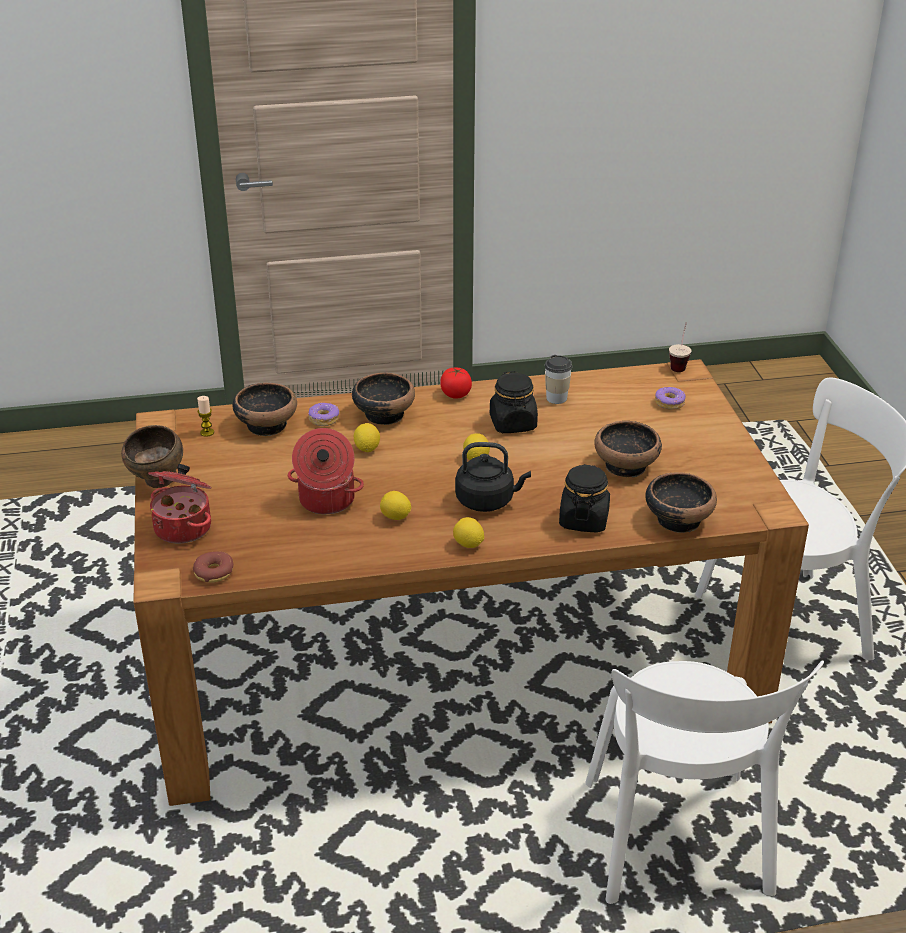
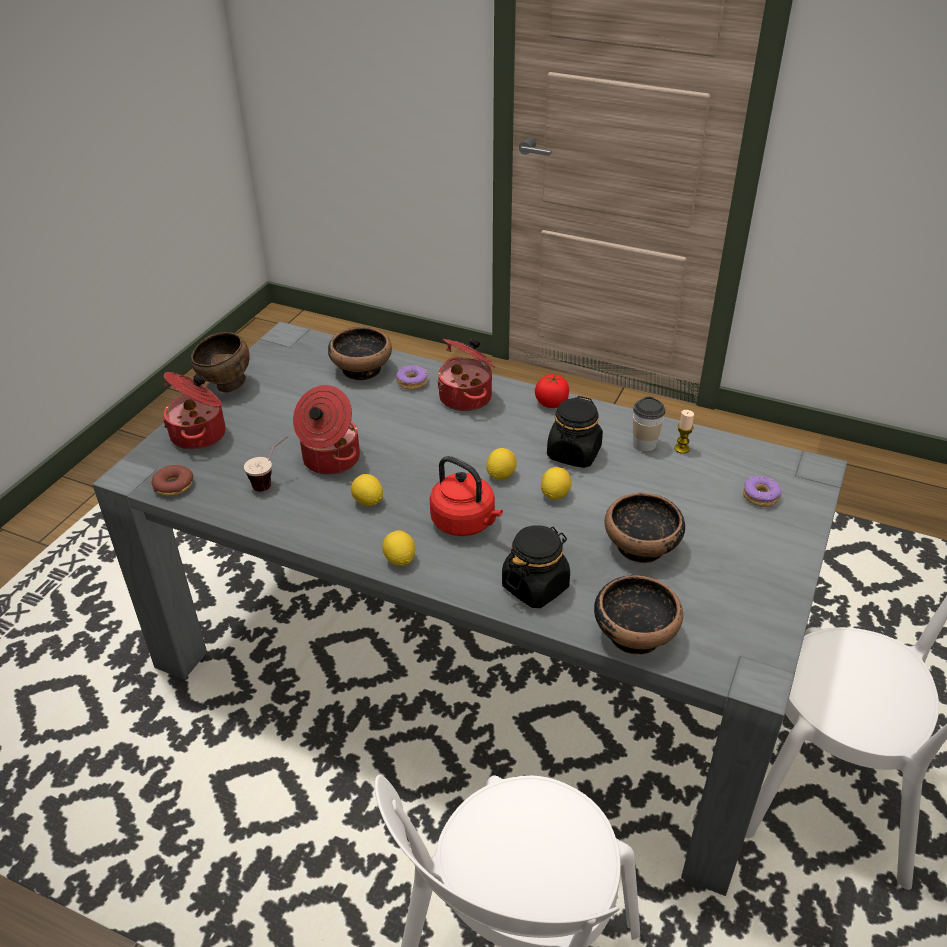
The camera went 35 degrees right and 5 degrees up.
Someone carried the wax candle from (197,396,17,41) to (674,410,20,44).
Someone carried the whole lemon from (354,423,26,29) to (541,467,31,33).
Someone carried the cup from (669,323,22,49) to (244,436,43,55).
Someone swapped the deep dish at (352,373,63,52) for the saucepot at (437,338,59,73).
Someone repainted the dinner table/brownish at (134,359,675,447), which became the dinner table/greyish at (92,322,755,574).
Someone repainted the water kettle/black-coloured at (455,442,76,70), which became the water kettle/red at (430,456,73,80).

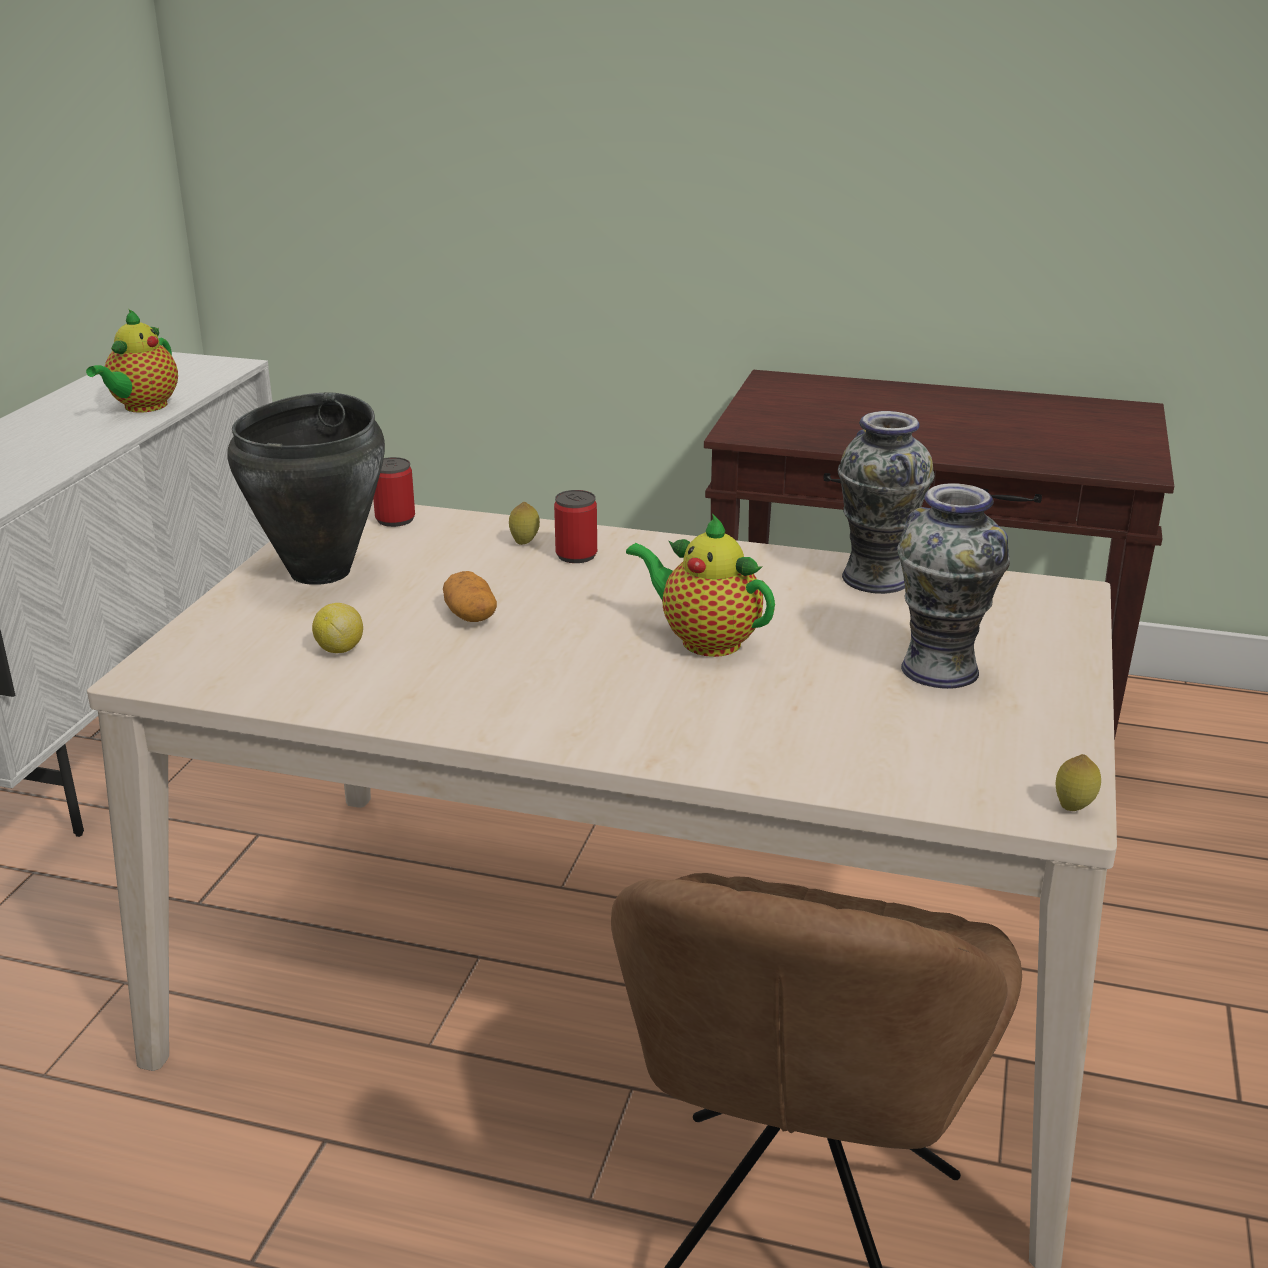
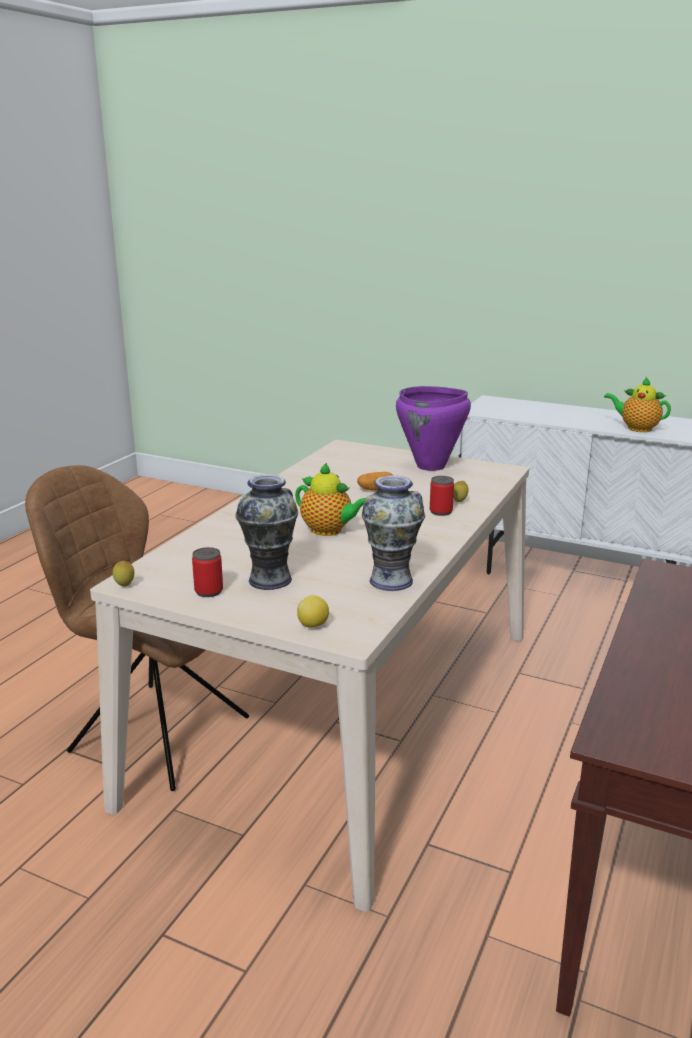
The camera went 100 degrees right and 5 degrees down.
Someone carried the whole lemon from (312,603,51,50) to (297,595,32,33).
Someone carried the can from (373,457,42,70) to (192,547,31,50).
Someone repainted the saucepot/black-coloured at (227,392,158,193), which became the saucepot/purplish at (396,386,75,85).
Someone rotated the teapot at (626,513,149,144) by 75 degrees clockwise.

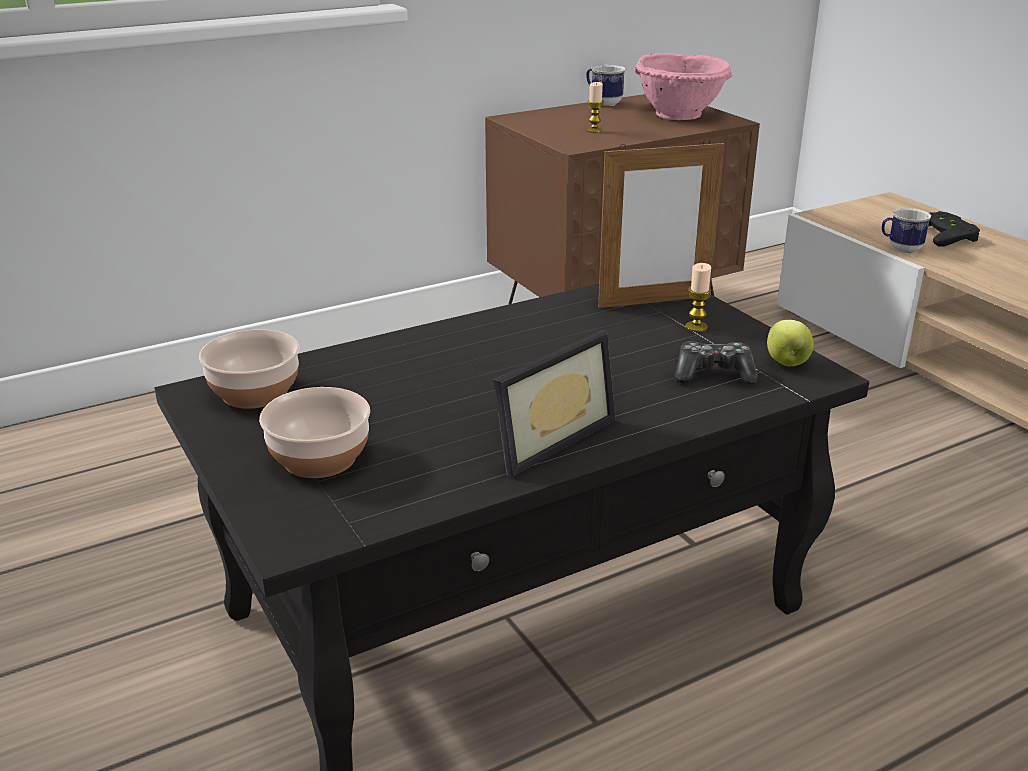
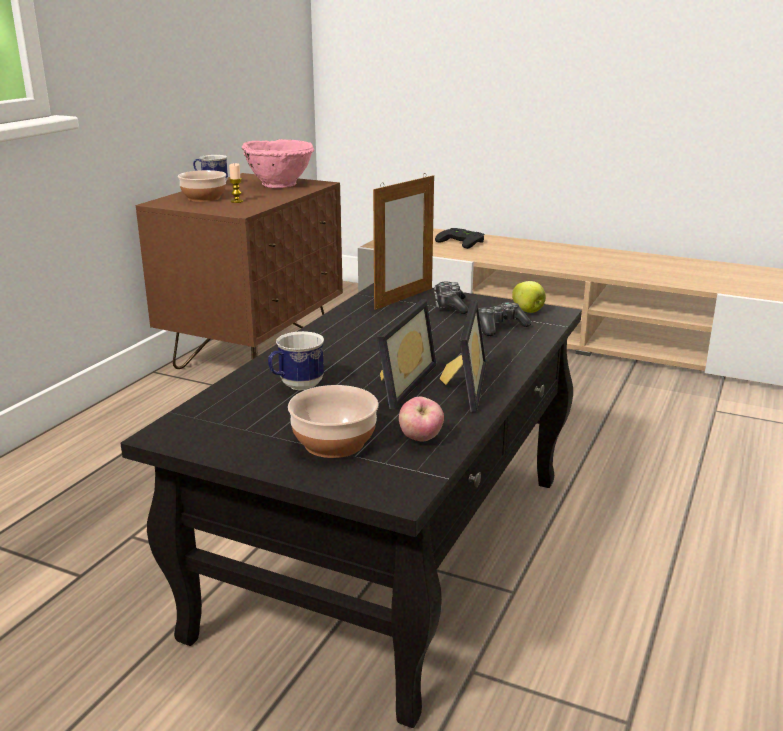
The camera went 35 degrees left and 5 degrees down.
Someone put down the picture frame at (377,299,60,110).
Someone put down the apple at (399,397,45,45).
Someone carried the deep dish from (199,329,100,80) to (178,170,48,32).
Someone carried the coffee mug from (882,208,49,45) to (268,331,56,59).
Someone swapped the wax candle at (685,263,26,69) for the joypad at (434,282,35,32).

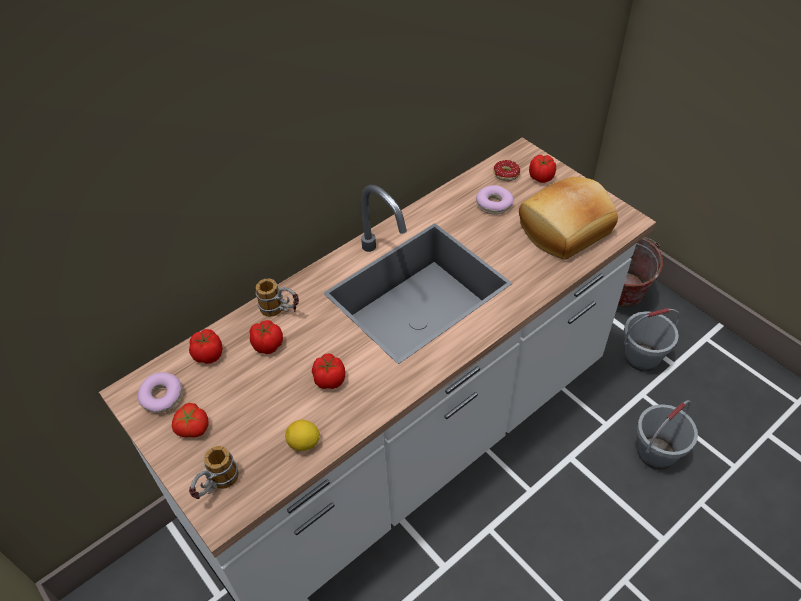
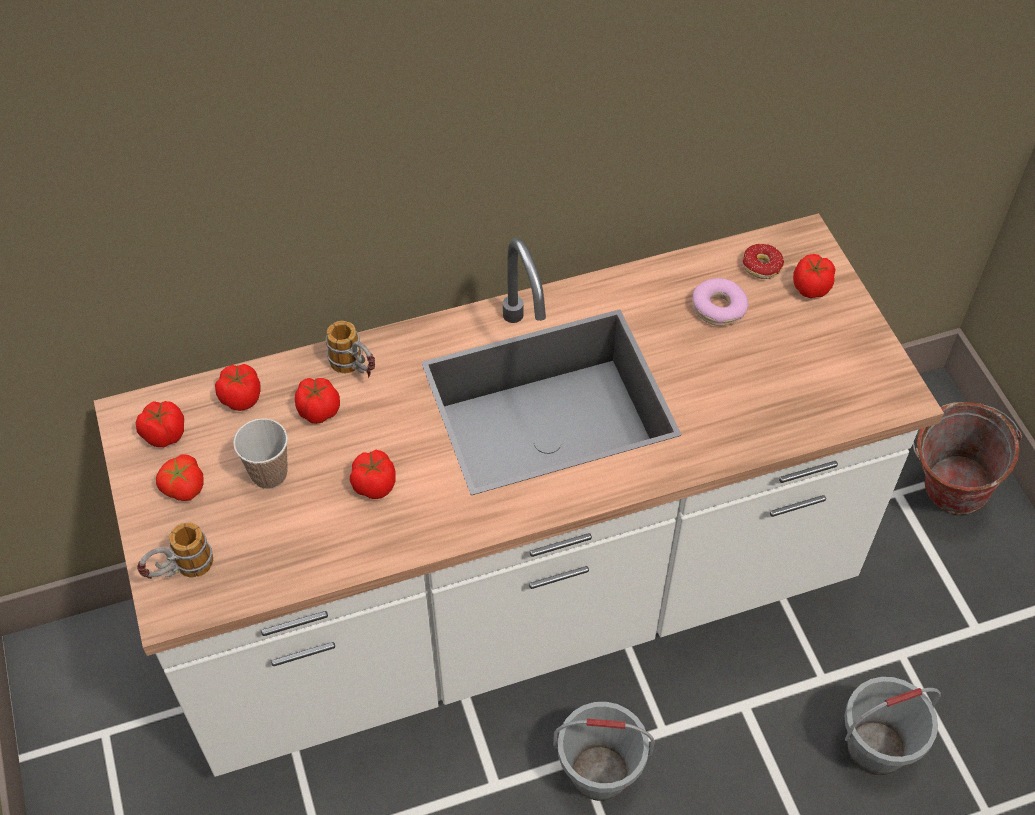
The camera went 20 degrees right and 5 degrees up.
Someone took away the whole lemon at (285,420,35,31).
Someone took away the bakery bread at (519,177,99,83).
Someone put down the cup at (233,418,55,71).
Someone carried the bucket/greyish from (624,308,56,63) to (553,702,102,99).
Someone swapped the ring doughnut at (138,372,45,41) for the fresh tomato at (136,401,48,46).

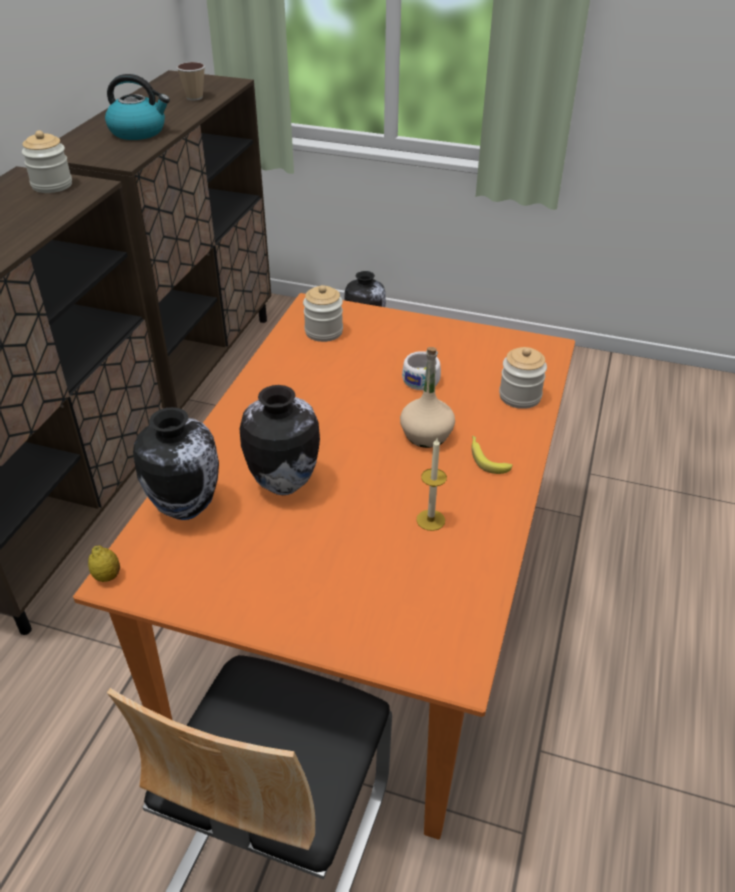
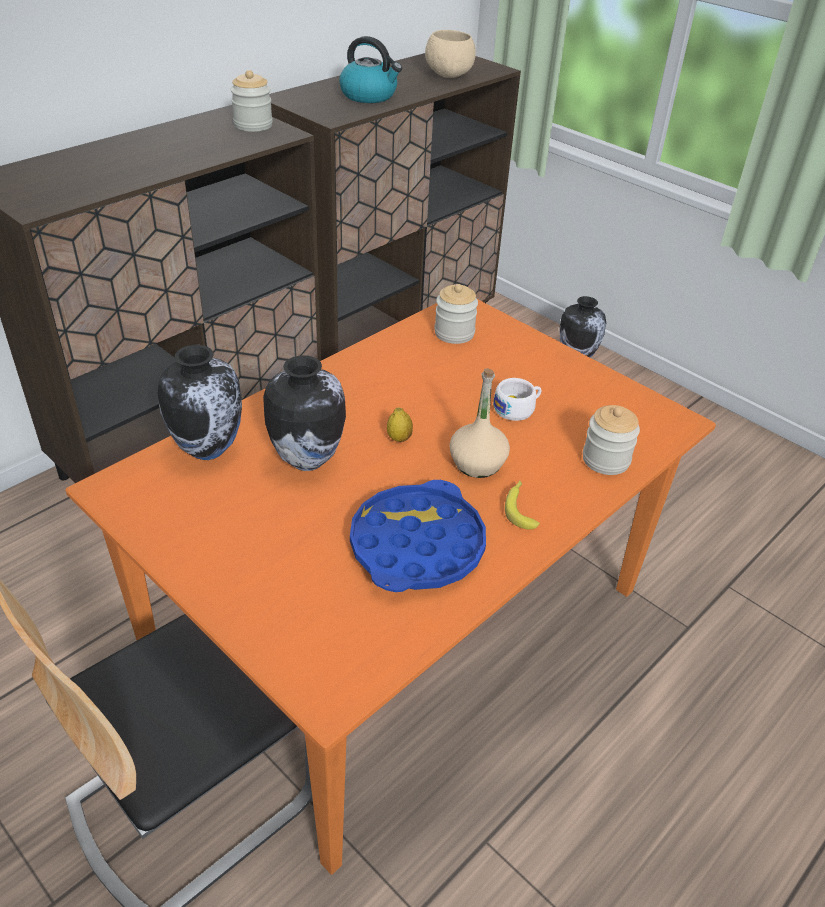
The camera went 25 degrees right and 0 degrees up.
Someone carried the whole lemon from (88,546,32,36) to (387,407,26,35).
Someone swapped the cup at (177,62,28,39) for the deep dish/beige at (425,30,51,48).
Someone swapped the wax candle at (416,438,31,93) for the serving tray/blue at (350,480,136,112).

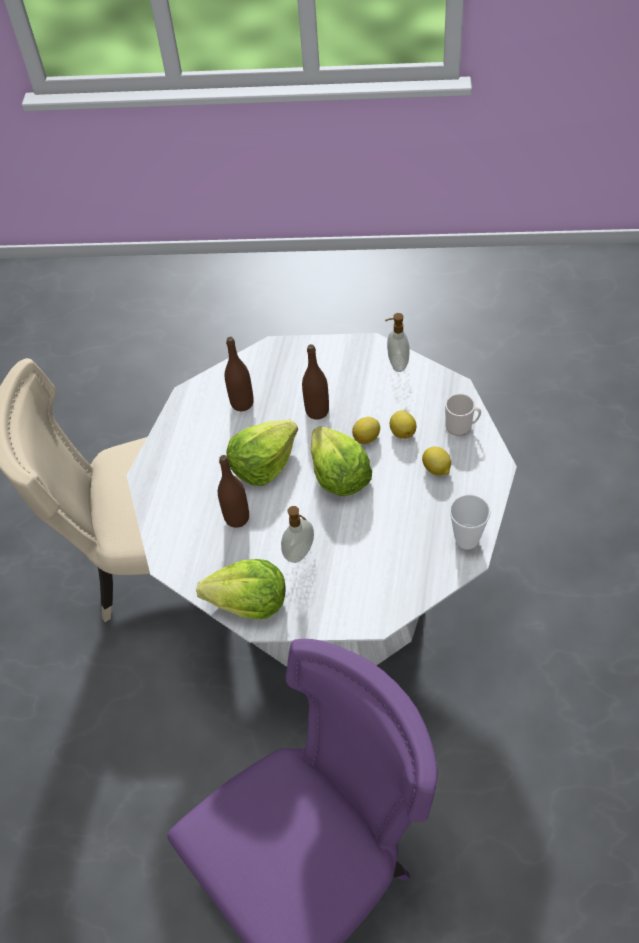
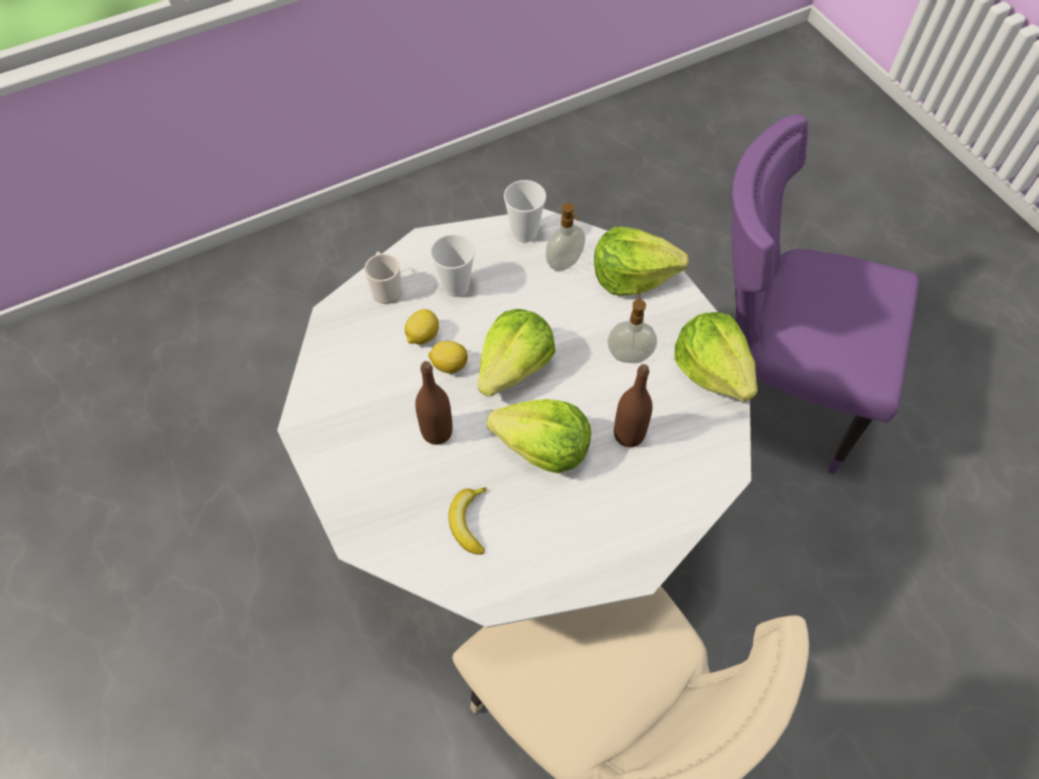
The camera went 125 degrees left and 5 degrees up.
Someone put down the lettuce head at (594,227,95,69).
Someone carried the liquid soap bottle from (385,313,25,59) to (545,203,40,69).
Someone swapped the bottle/brownish at (225,337,29,74) for the banana fruit at (449,487,38,68).
Someone swapped the whole lemon at (422,447,29,29) for the cup at (430,234,45,63).

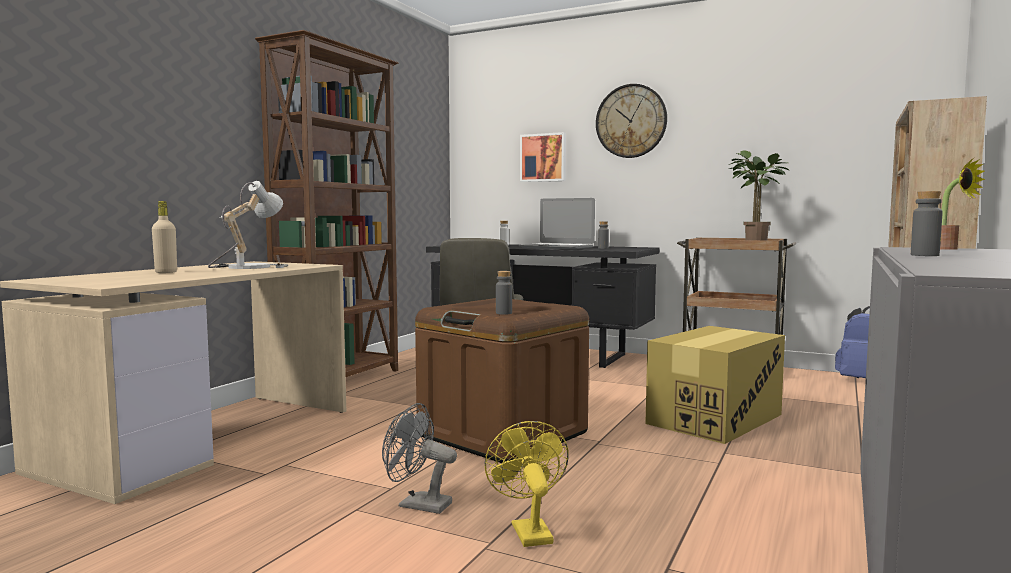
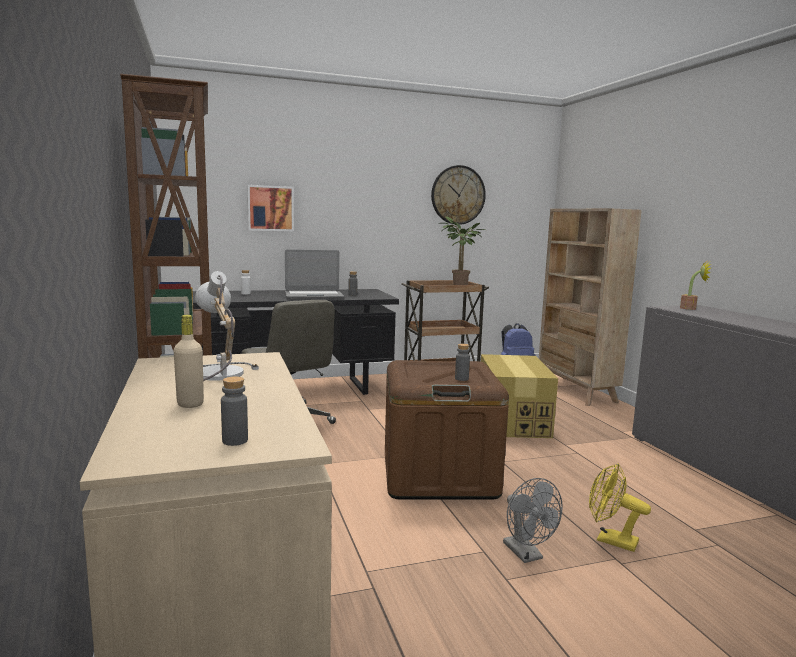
The camera went 45 degrees left and 5 degrees up.
Someone carried the hanging clock from (596,84,71,74) to (431,165,55,60).
Someone carried the bottle/greyish from (911,191,32,65) to (221,376,27,70).
Someone rotated the electric fan/greyish at (382,403,75,111) by 90 degrees counterclockwise.

